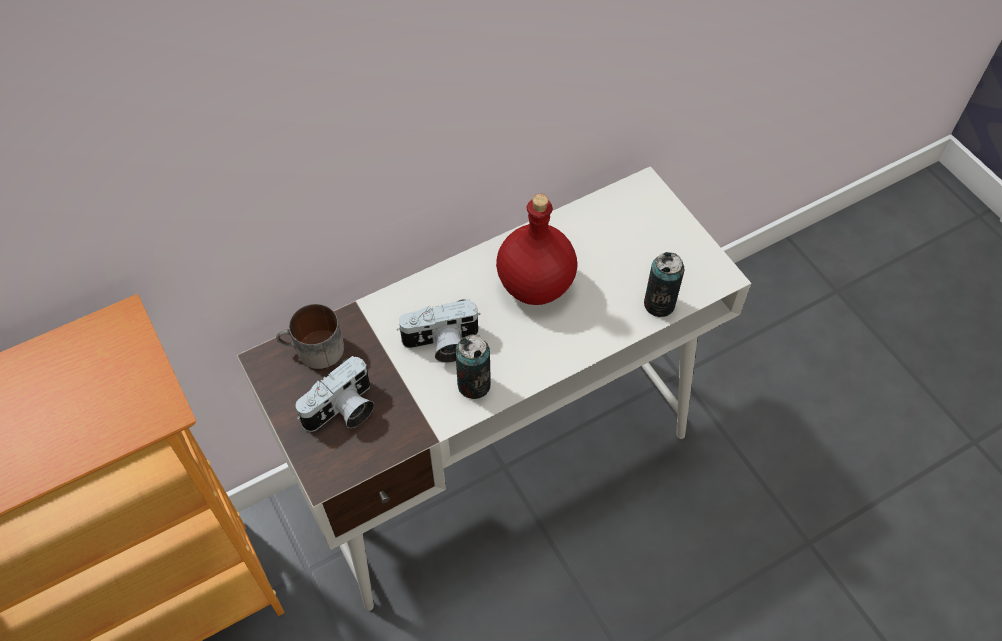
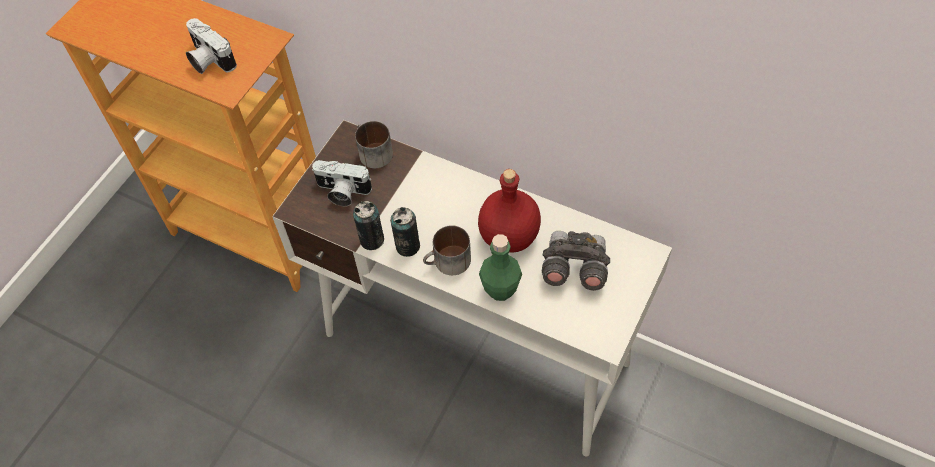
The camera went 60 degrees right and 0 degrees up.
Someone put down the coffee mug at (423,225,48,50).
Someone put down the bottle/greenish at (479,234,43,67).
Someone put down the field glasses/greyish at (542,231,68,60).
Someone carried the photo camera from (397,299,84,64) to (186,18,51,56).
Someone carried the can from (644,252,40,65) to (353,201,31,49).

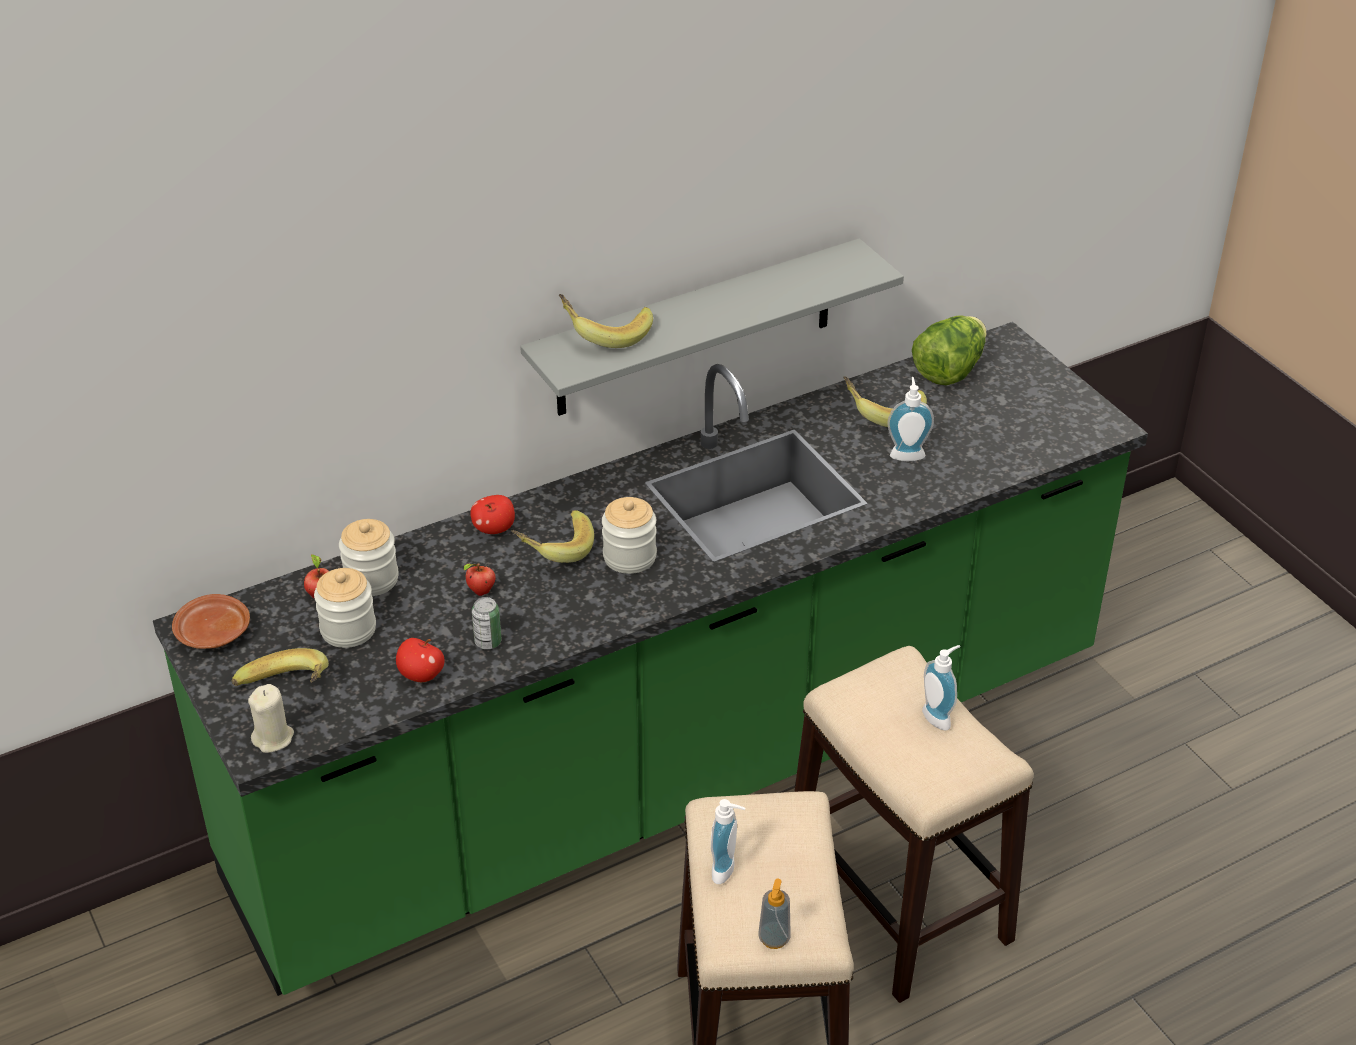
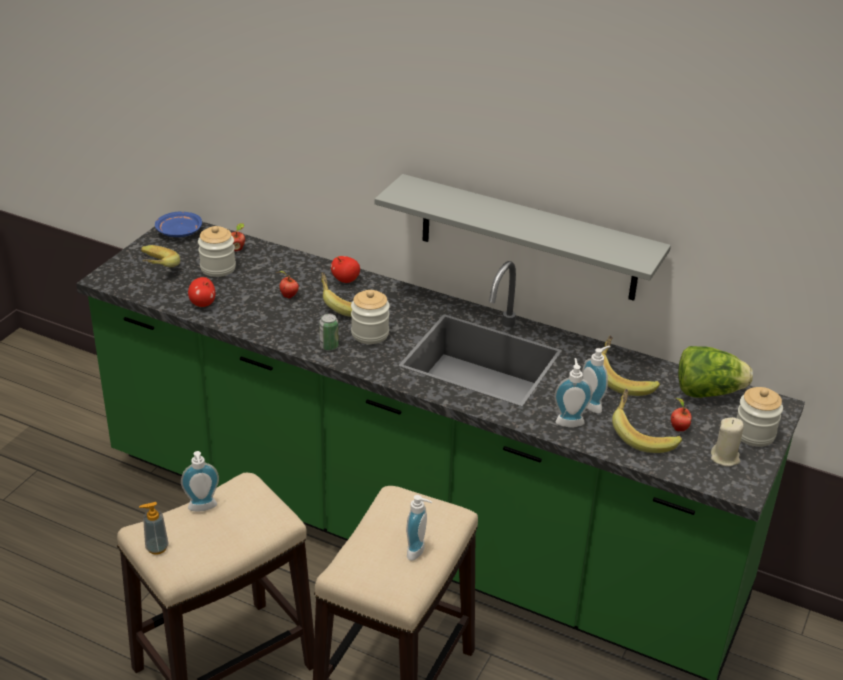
The camera went 55 degrees right and 5 degrees down.
Someone put down the liquid soap bottle at (554,358,39,69).
Someone put down the apple at (671,398,20,33).
Someone carried the wax candle/beige from (248,684,46,69) to (711,417,33,49).
Someone carried the jar from (339,519,60,77) to (737,387,46,60).
Someone carried the can from (472,597,30,53) to (319,313,20,38).
Someone carried the banana fruit from (559,294,94,54) to (612,389,70,64).
Someone repainted the plate/brownish at (172,594,78,55), which became the plate/blue at (155,212,47,25).

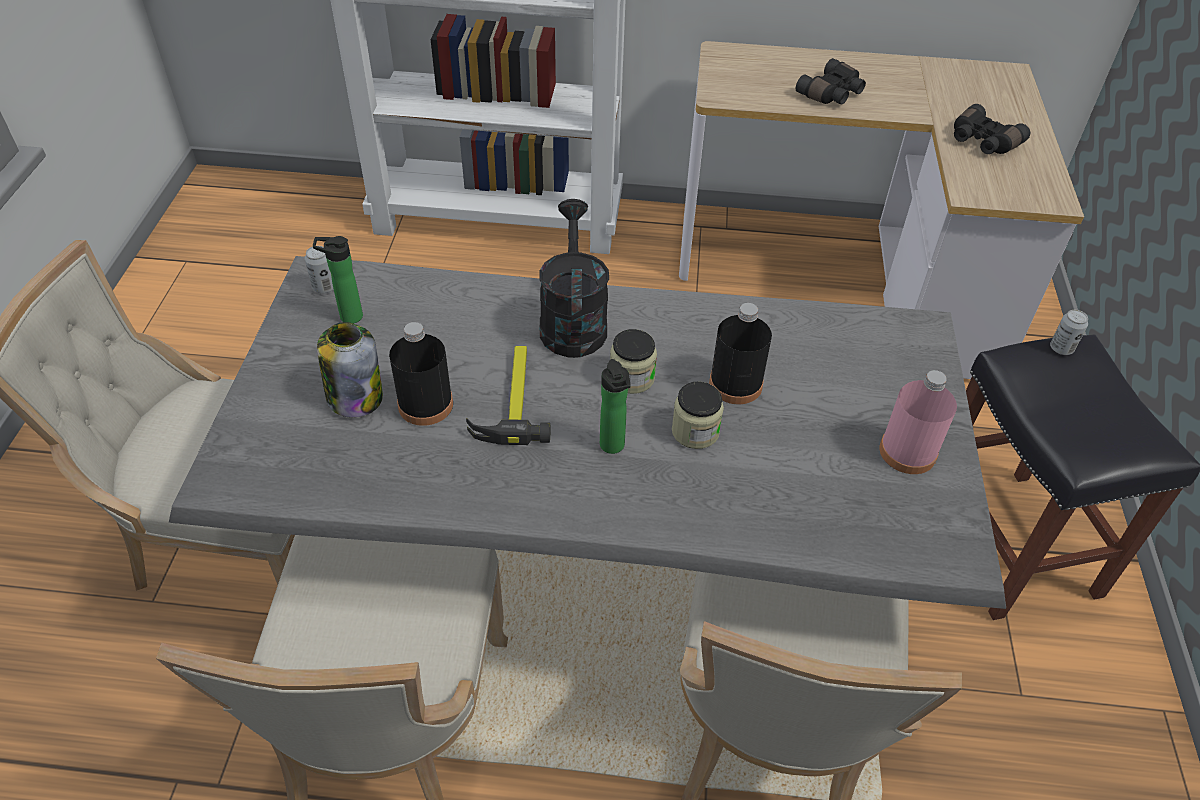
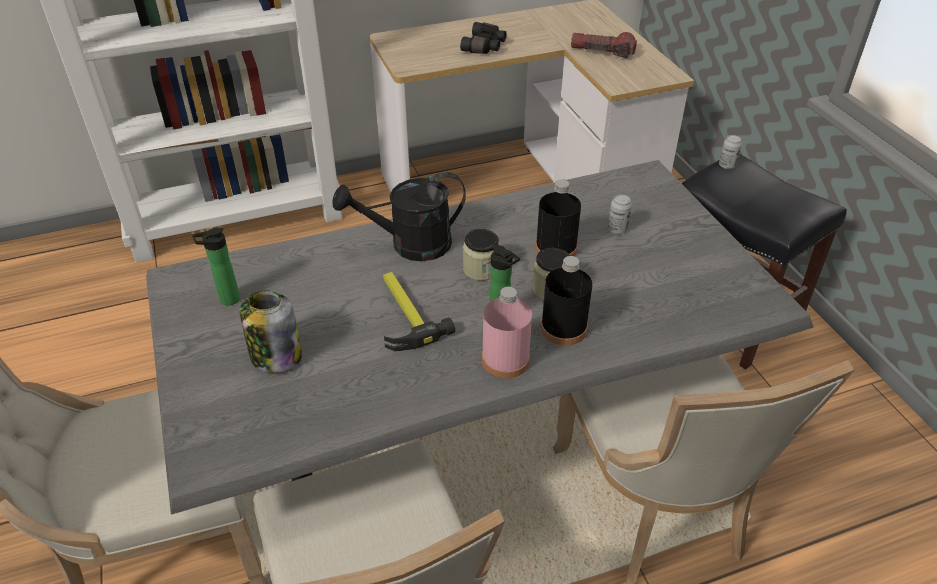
The camera went 25 degrees left and 5 degrees down.
Someone carried the can from (305,246,29,47) to (608,194,24,40).
Someone carried the bottle/black-coloured from (389,322,64,104) to (541,256,52,89).
Someone carried the bottle/pink from (879,370,78,104) to (482,287,50,91).
Someone swapped the field glasses/black-coloured at (954,104,76,50) for the torch at (571,32,66,26).
Someone rotated the watering can/black-coloured at (539,199,70,159) by 75 degrees counterclockwise.

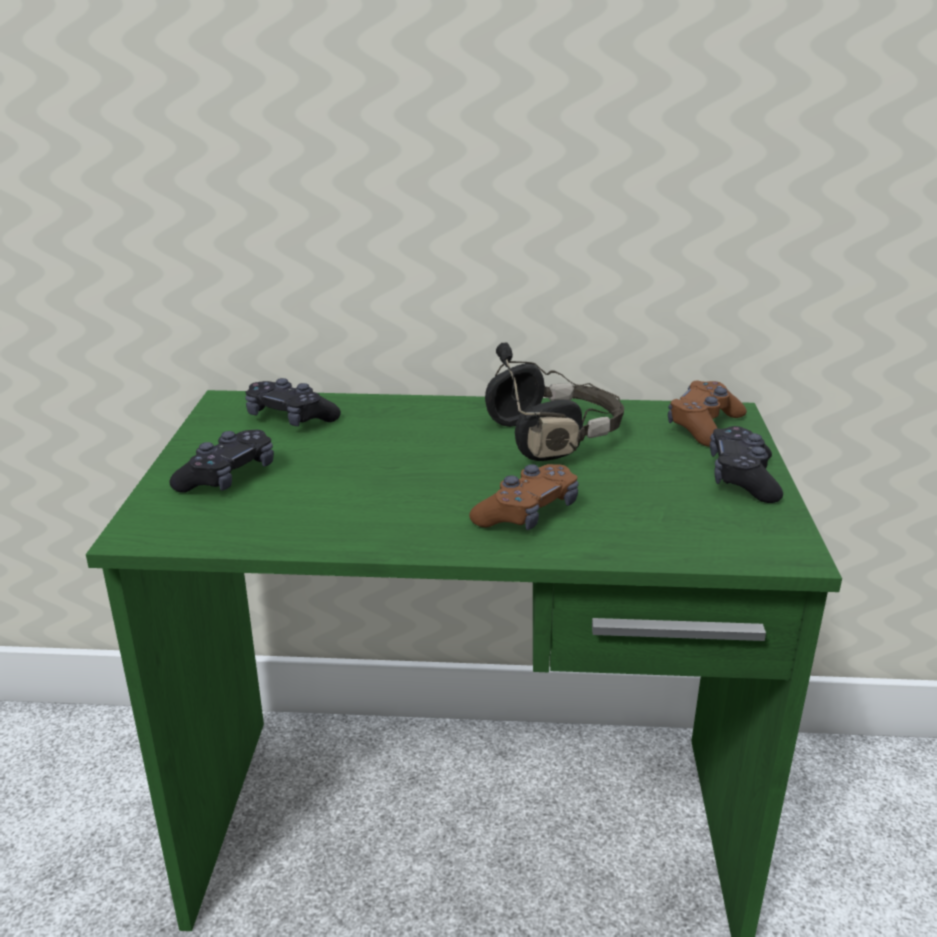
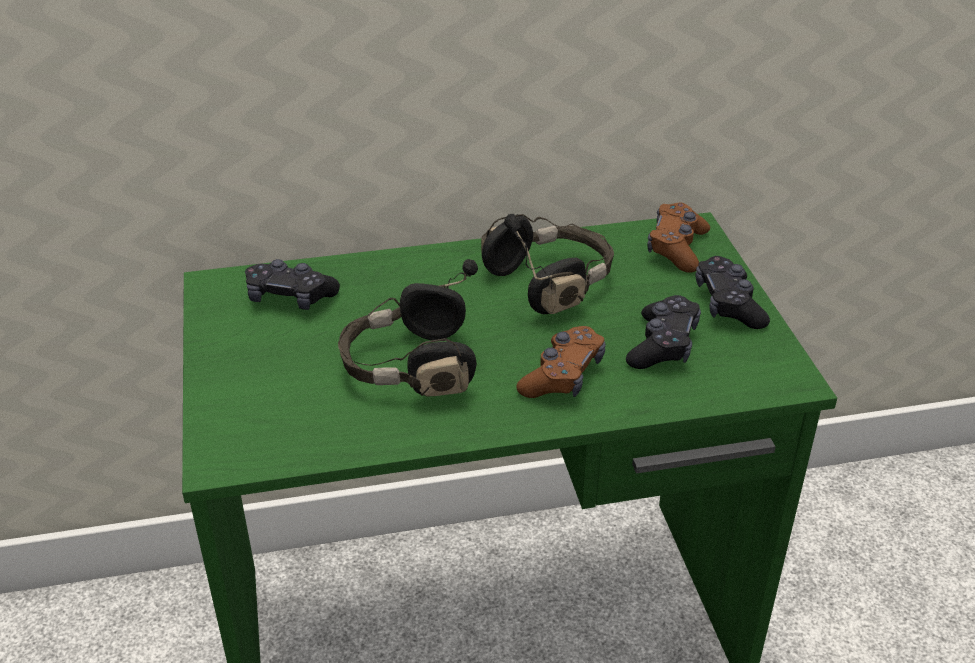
The camera went 15 degrees left and 10 degrees up.
Someone put down the pair of headphones/black-coloured at (338,259,140,138).
Someone carried the joypad/black-coloured from (169,430,105,63) to (626,295,75,74).

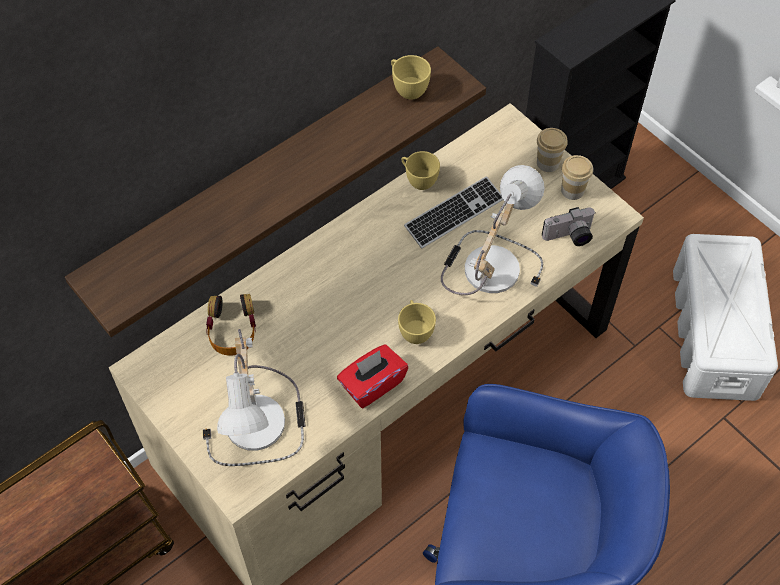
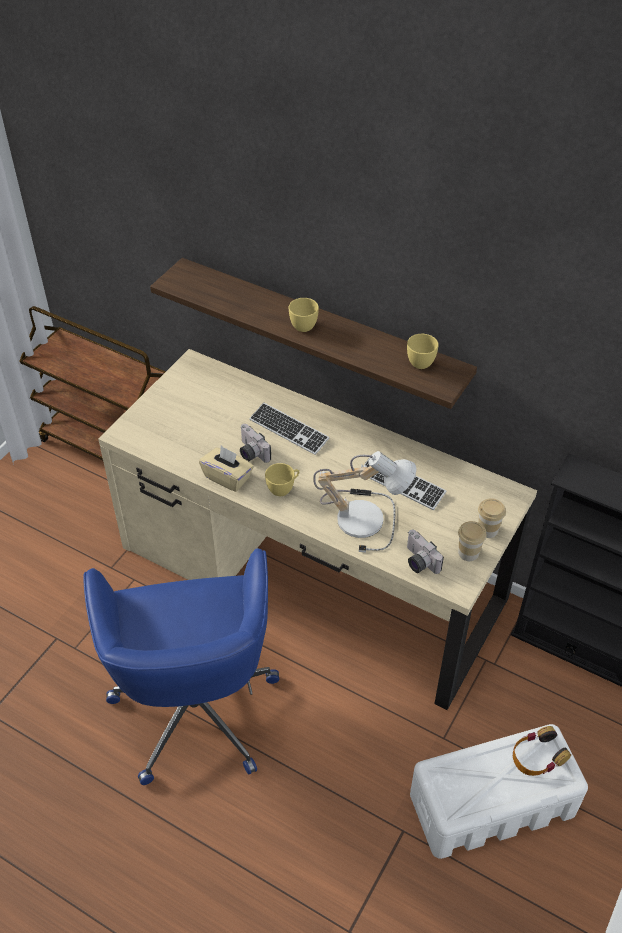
The camera went 70 degrees right and 10 degrees down.
Someone took away the table lamp at (203,329,103,137).
Someone put down the photo camera at (240,424,31,39).
Someone put down the keyboard at (249,403,80,52).
Someone carried the pair of headphones from (206,294,50,62) to (513,726,58,50).
Someone carried the cup/yellowish from (401,151,39,39) to (289,298,30,34).
Someone repainted the tissue box/red at (337,344,71,64), which became the tissue box/beige at (199,446,55,46).

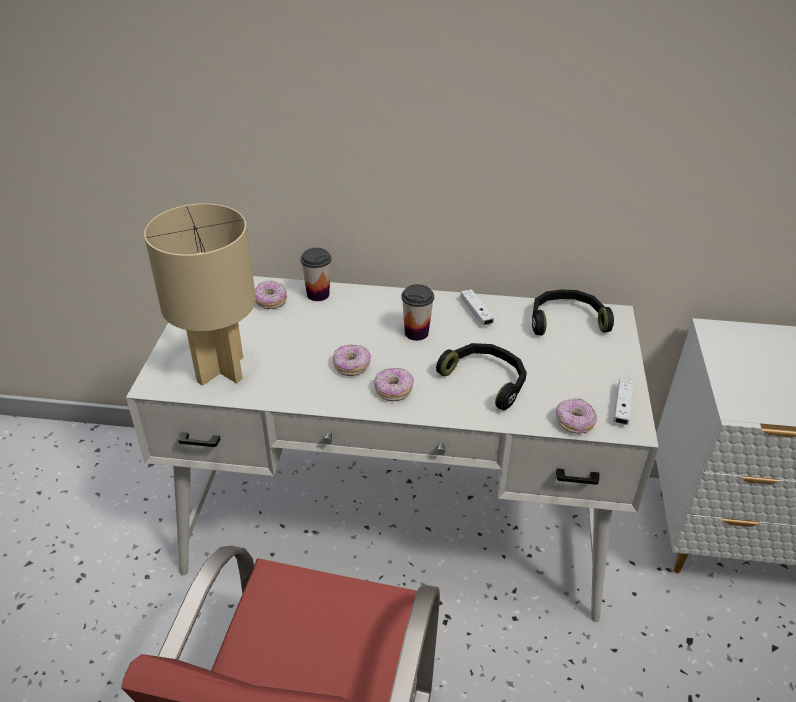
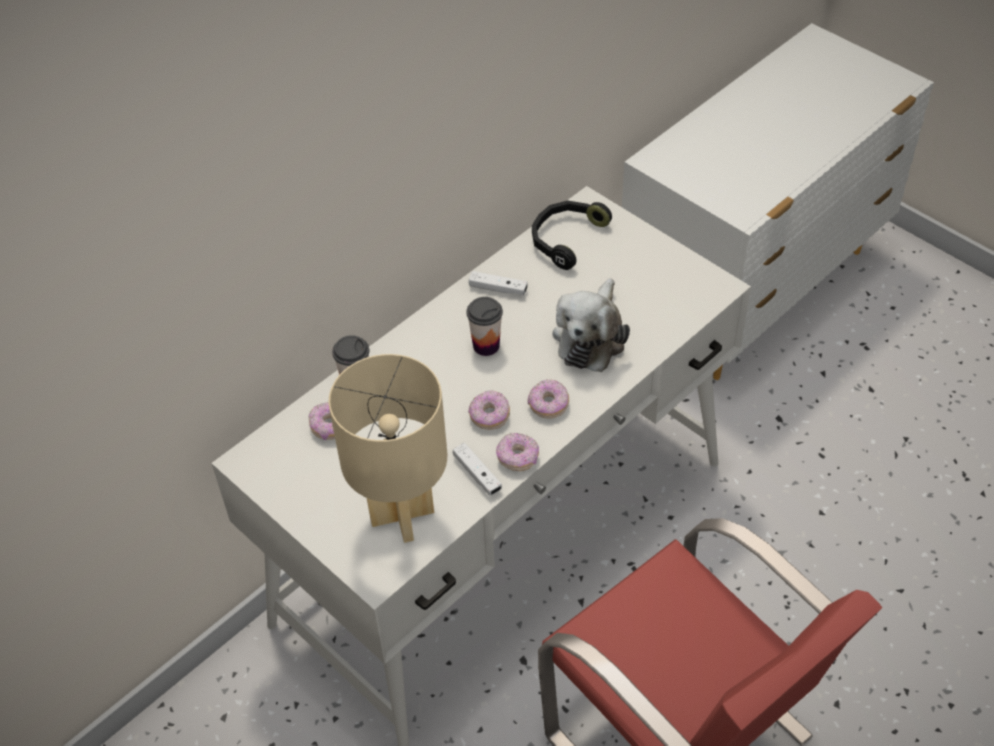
The camera went 50 degrees left and 10 degrees up.
Someone carried the ring doughnut from (556,398,41,36) to (496,433,43,38).
Someone carried the joypad/white-coloured from (614,378,20,47) to (453,443,49,53).
Someone swapped the pair of headphones/black-coloured at (436,343,91,67) for the cuddly toy at (552,278,78,94).

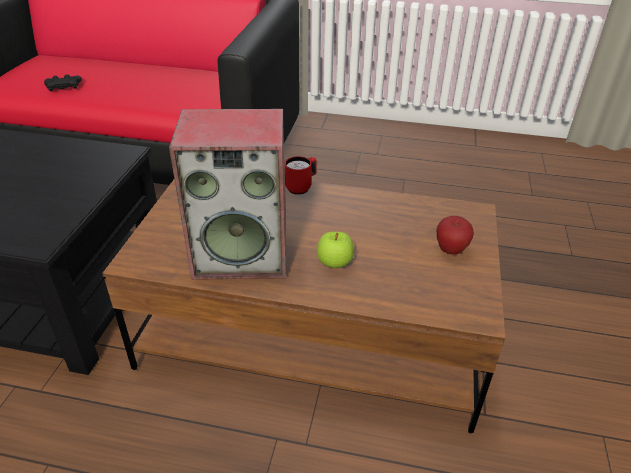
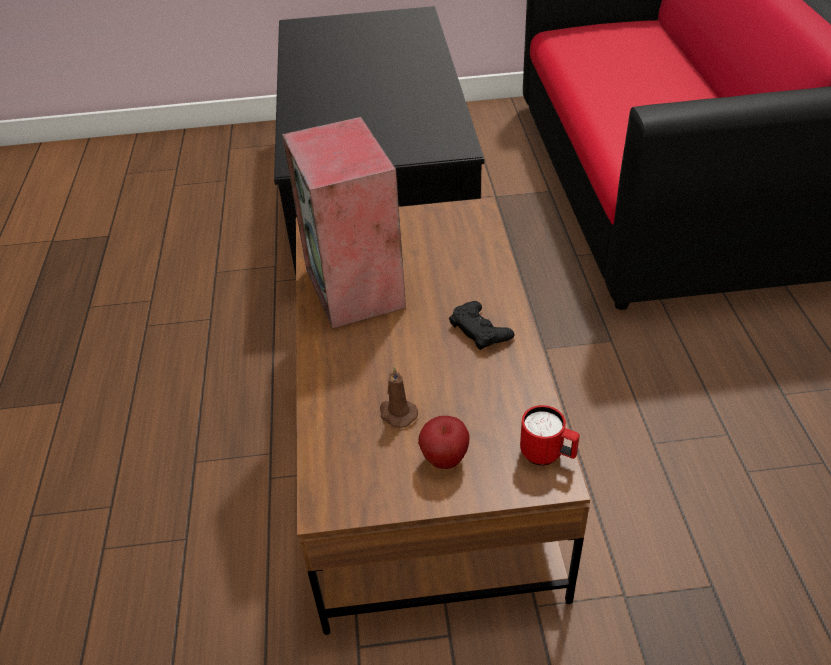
The camera went 75 degrees right and 5 degrees up.
Someone took away the apple at (317,232,37,36).
Someone put down the wax candle/brownish at (380,367,38,61).
Someone carried the joypad/black-coloured from (44,74,38,17) to (449,301,65,49).
Someone carried the coffee mug/red from (285,156,32,39) to (520,405,60,61).

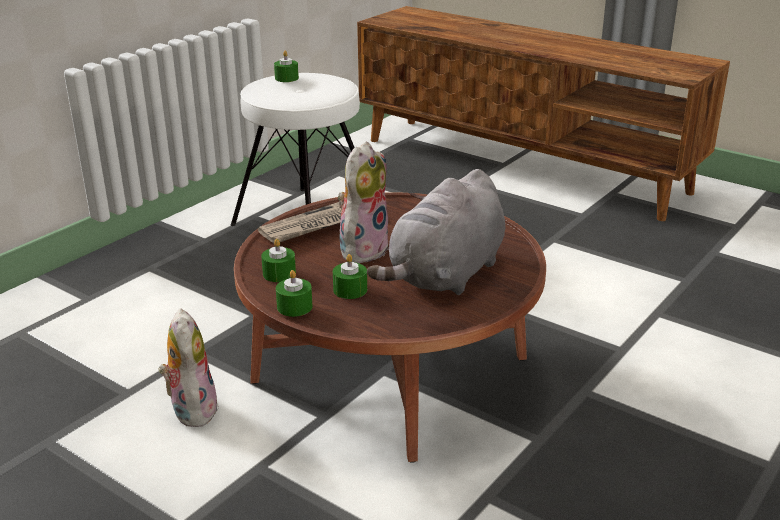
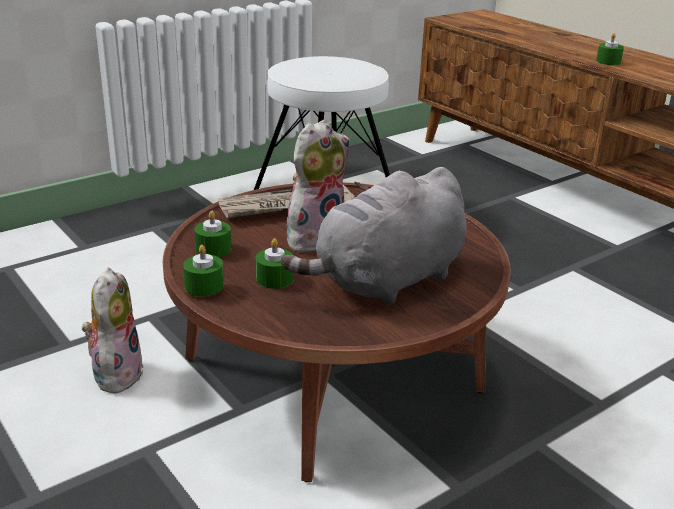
The camera went 15 degrees right and 0 degrees up.
Someone carried the wax candle/greenish from (274,50,25,32) to (596,33,28,32).

